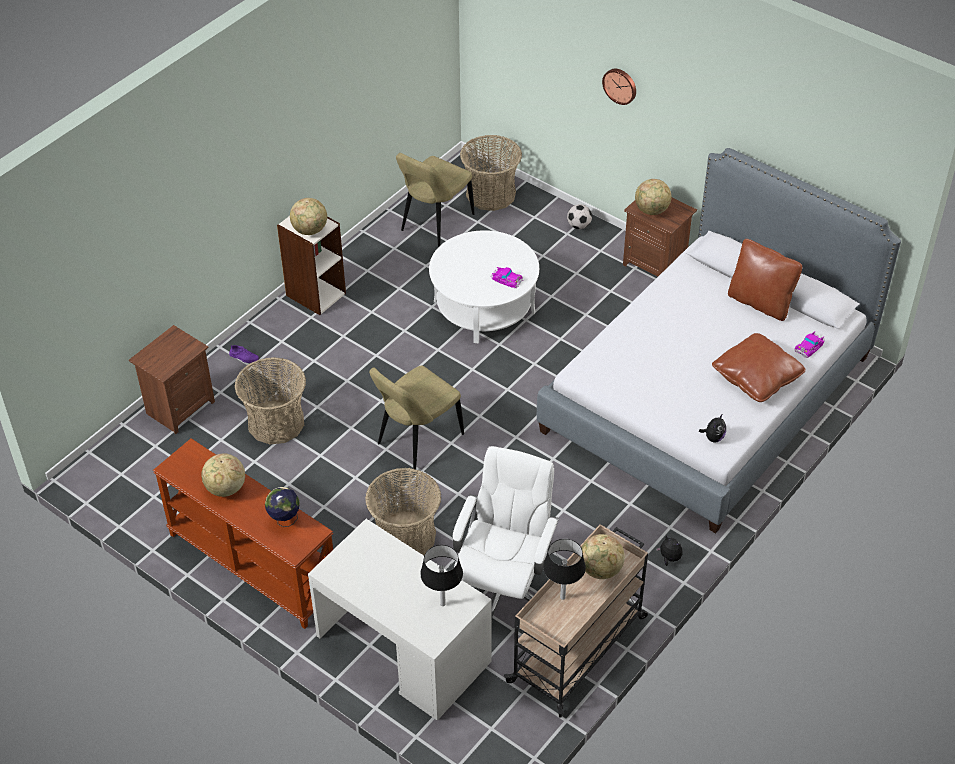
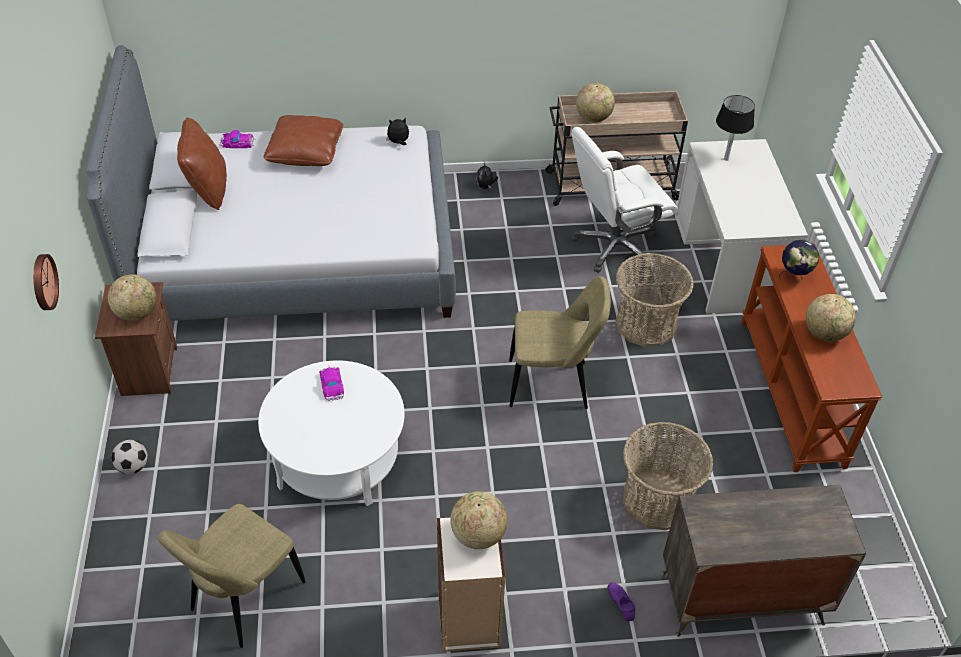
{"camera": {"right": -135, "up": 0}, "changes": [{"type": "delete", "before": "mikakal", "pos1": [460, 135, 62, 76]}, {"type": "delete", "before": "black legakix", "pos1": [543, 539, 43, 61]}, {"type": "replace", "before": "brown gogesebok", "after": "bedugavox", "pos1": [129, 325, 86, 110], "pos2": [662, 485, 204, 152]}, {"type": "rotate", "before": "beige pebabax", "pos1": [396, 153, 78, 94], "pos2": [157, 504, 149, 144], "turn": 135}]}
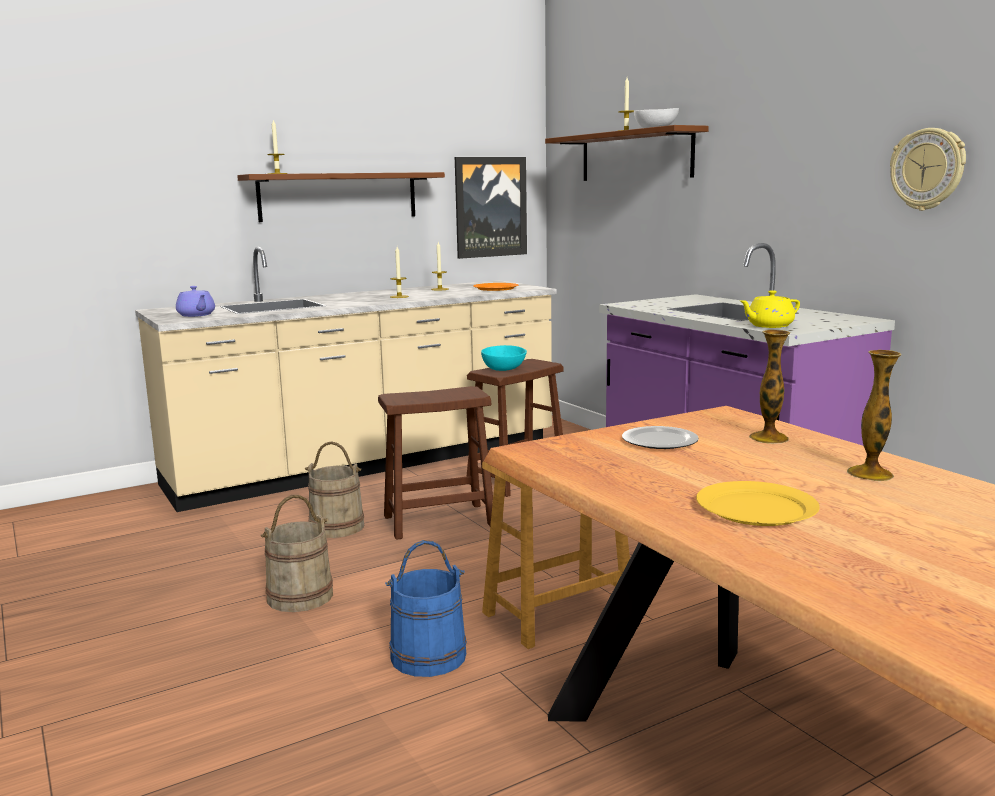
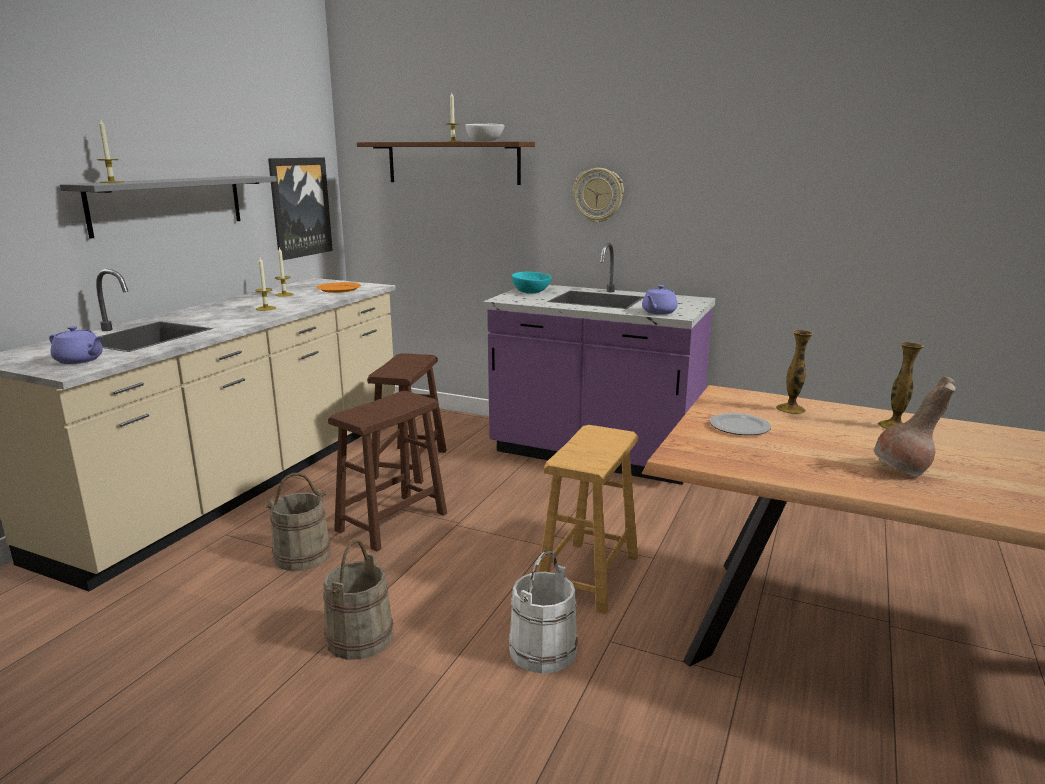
{"camera": {"right": -35, "up": 5}, "changes": [{"type": "move", "before": "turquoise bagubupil", "pos1": [481, 345, 46, 26], "pos2": [512, 272, 40, 21]}, {"type": "move", "before": "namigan", "pos1": [890, 128, 76, 83], "pos2": [573, 168, 51, 55]}, {"type": "replace", "before": "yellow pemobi", "after": "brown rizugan", "pos1": [696, 481, 124, 45], "pos2": [873, 377, 83, 99]}, {"type": "recolor", "before": "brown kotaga", "after": "grey kotaga", "pos1": [237, 172, 208, 50], "pos2": [60, 176, 217, 63]}, {"type": "recolor", "before": "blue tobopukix", "after": "white tobopukix", "pos1": [385, 540, 82, 137], "pos2": [509, 550, 69, 124]}, {"type": "recolor", "before": "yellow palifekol", "after": "purple palifekol", "pos1": [740, 290, 60, 38], "pos2": [642, 285, 36, 30]}]}
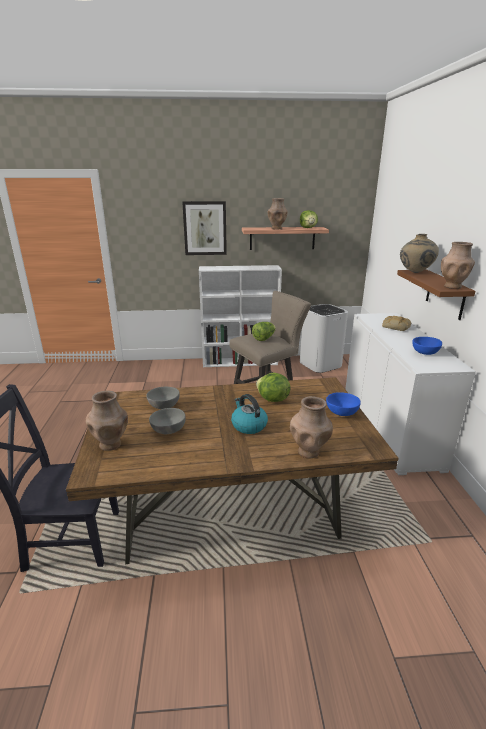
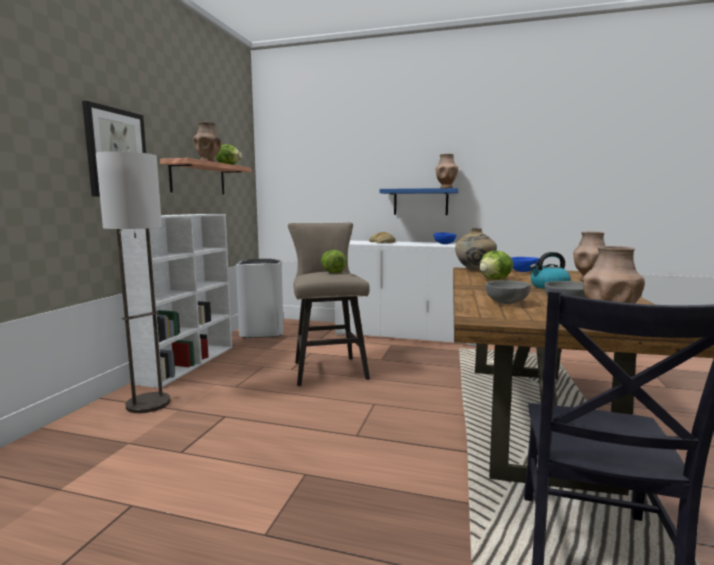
{"camera": {"right": -70, "up": -15}, "changes": [{"type": "insert", "after": "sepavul", "pos2": [96, 151, 74, 262]}, {"type": "move", "before": "beige rizugan", "pos1": [400, 234, 39, 39], "pos2": [455, 228, 42, 43]}, {"type": "recolor", "before": "brown kotaga", "after": "blue kotaga", "pos1": [397, 270, 78, 50], "pos2": [380, 188, 79, 27]}]}
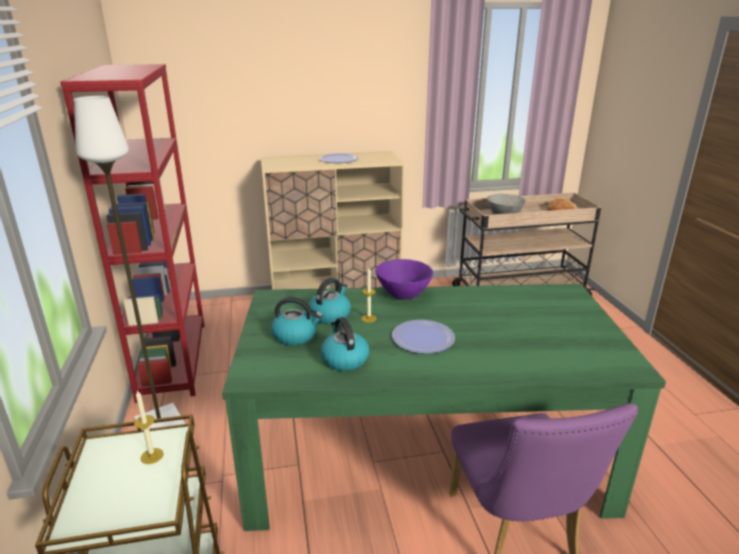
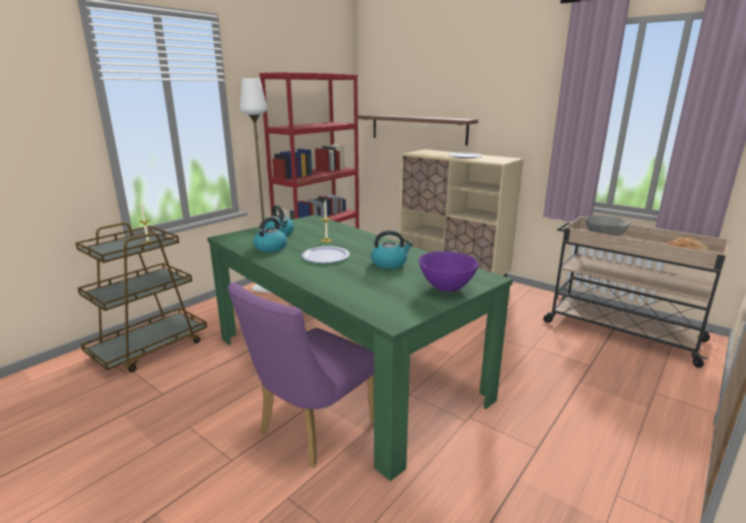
{"camera": {"right": 50, "up": -5}, "changes": [{"type": "insert", "after": "kotaga", "pos2": [358, 114, 120, 32]}, {"type": "move", "before": "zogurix", "pos1": [309, 278, 42, 46], "pos2": [371, 230, 42, 39]}, {"type": "move", "before": "purple bagubupil", "pos1": [376, 259, 57, 41], "pos2": [419, 251, 60, 41]}]}
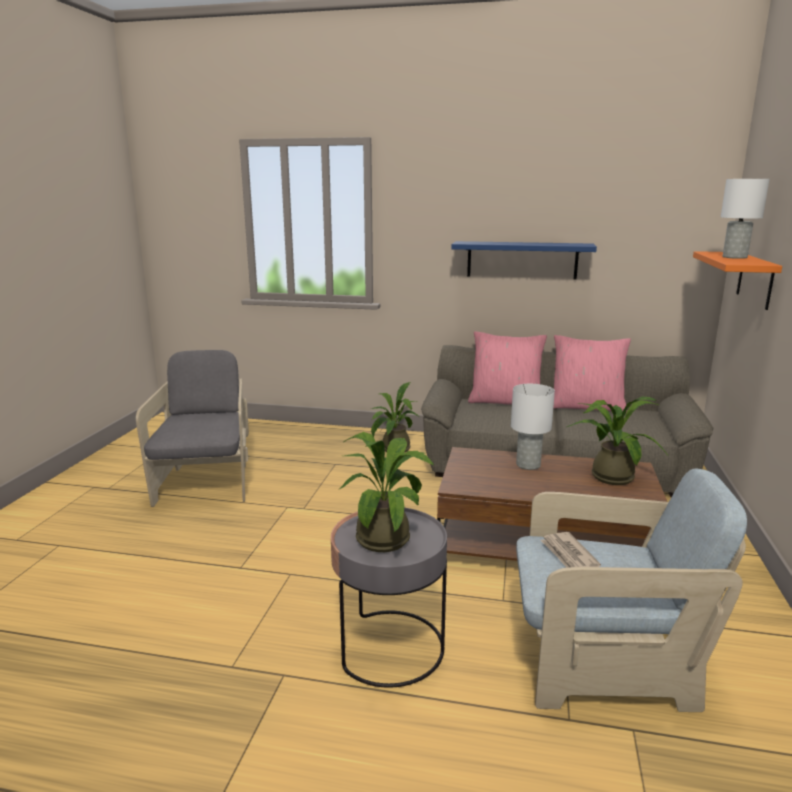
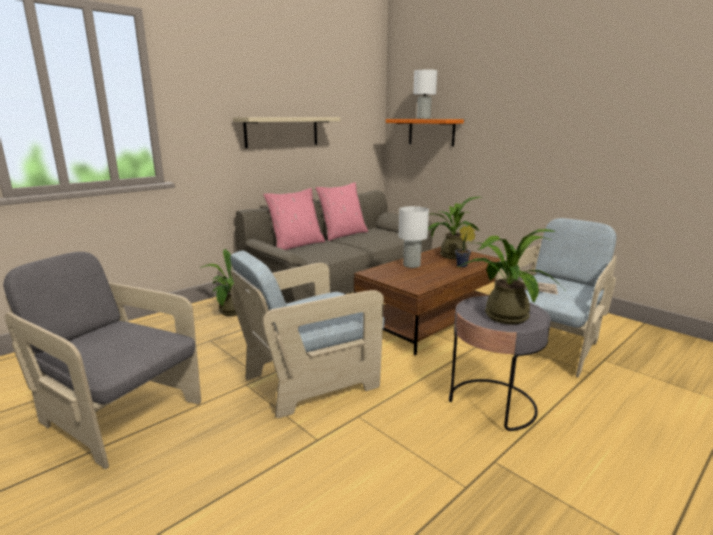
{"camera": {"right": -55, "up": 0}, "changes": [{"type": "insert", "after": "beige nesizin", "pos2": [230, 250, 155, 168]}, {"type": "insert", "after": "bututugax", "pos2": [455, 225, 21, 42]}, {"type": "recolor", "before": "blue kotaga", "after": "beige kotaga", "pos1": [451, 241, 146, 38], "pos2": [233, 117, 107, 31]}]}
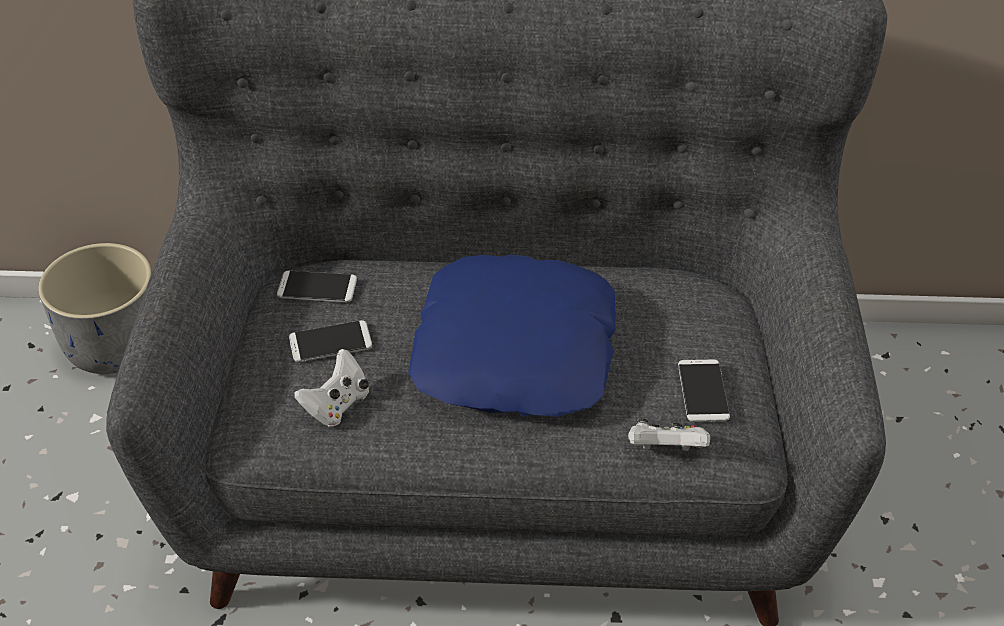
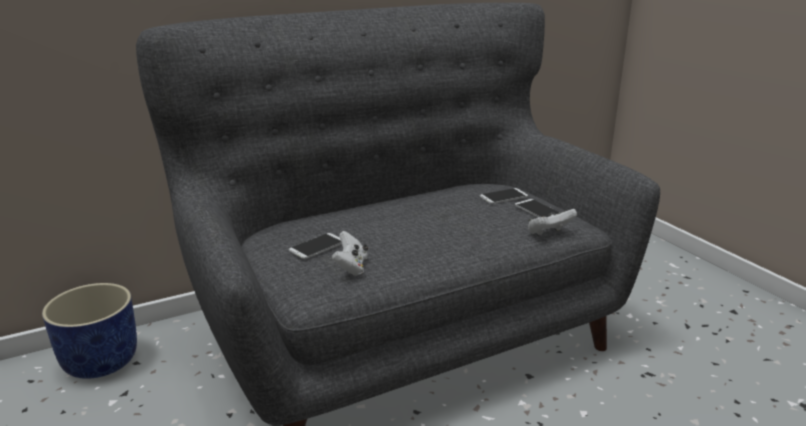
{"camera": {"right": -30, "up": -20}, "changes": [{"type": "delete", "before": "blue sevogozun", "pos1": [408, 254, 208, 163]}, {"type": "move", "before": "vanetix", "pos1": [277, 271, 80, 31], "pos2": [480, 188, 48, 16]}, {"type": "recolor", "before": "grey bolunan", "after": "blue bolunan", "pos1": [38, 243, 114, 131], "pos2": [42, 283, 95, 96]}]}
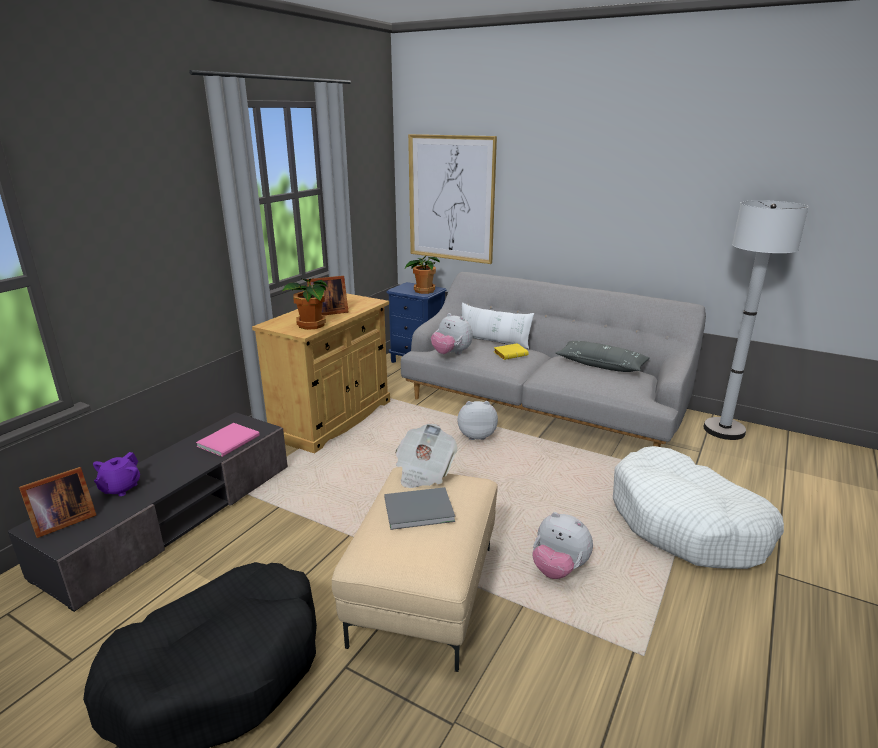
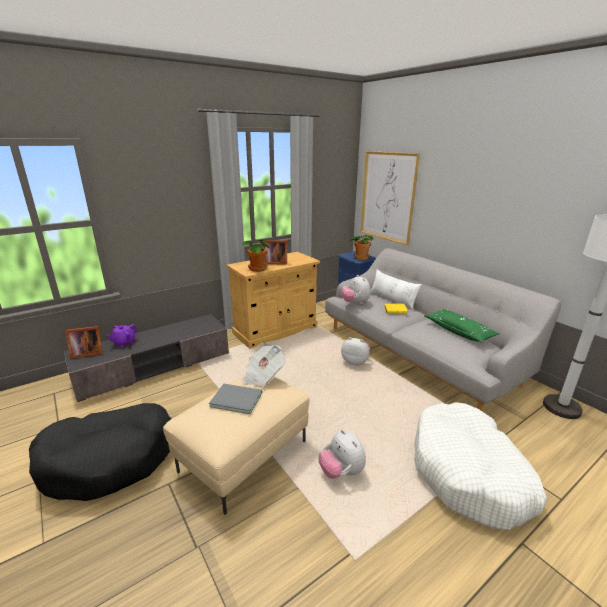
{"camera": {"right": 25, "up": 0}, "changes": [{"type": "delete", "before": "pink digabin", "pos1": [196, 423, 64, 34]}, {"type": "recolor", "before": "grey sevogozun", "after": "green sevogozun", "pos1": [555, 341, 95, 31], "pos2": [424, 309, 76, 33]}]}
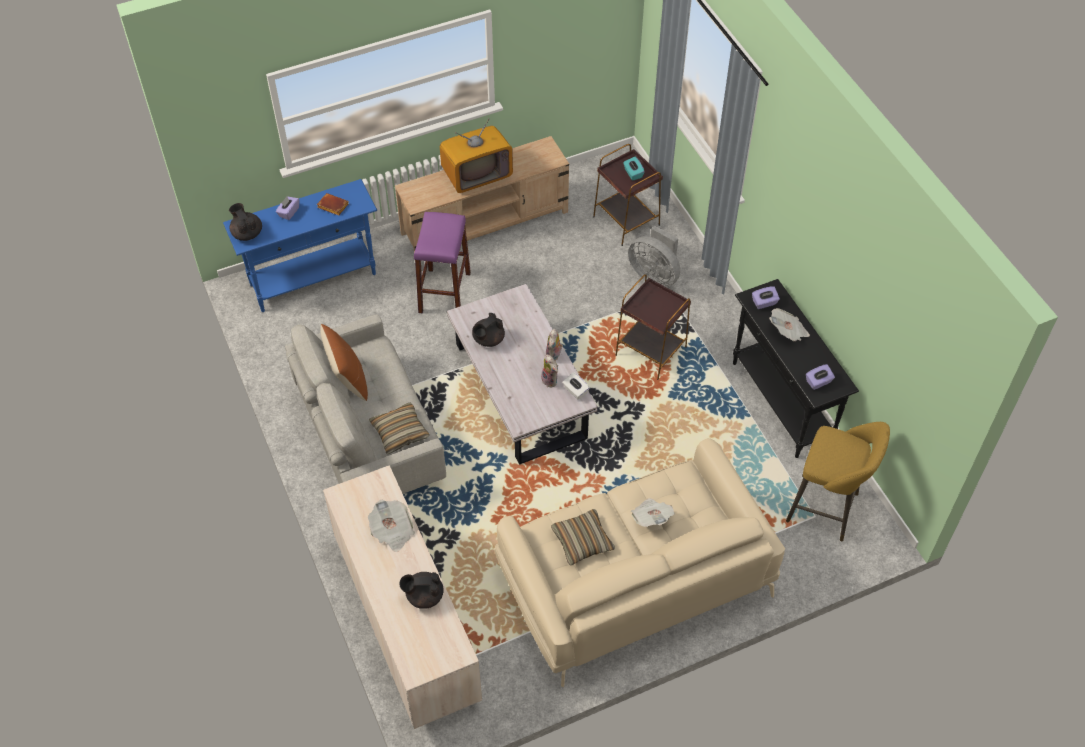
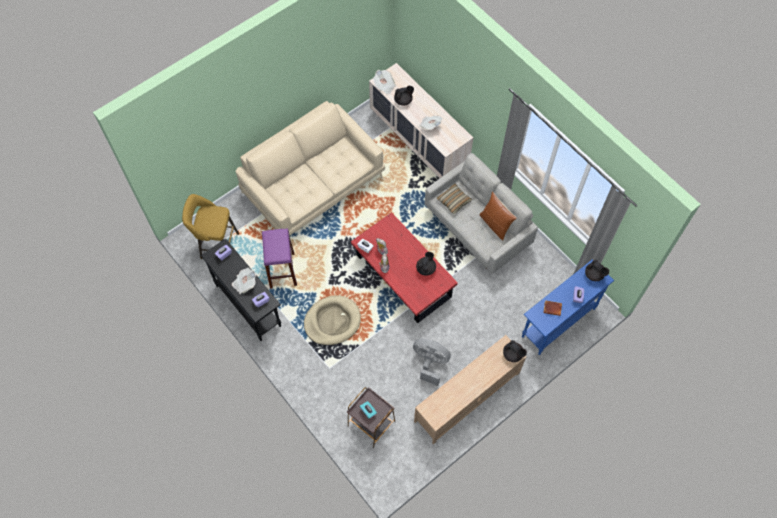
{"camera": {"right": 165, "up": 10}, "changes": [{"type": "delete", "before": "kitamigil", "pos1": [440, 118, 73, 75]}, {"type": "delete", "before": "sevogozun", "pos1": [551, 509, 64, 57]}, {"type": "insert", "after": "black palifekol", "pos2": [503, 340, 24, 22]}, {"type": "move", "before": "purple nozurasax", "pos1": [414, 212, 57, 101], "pos2": [262, 228, 35, 61]}, {"type": "move", "before": "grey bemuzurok", "pos1": [628, 225, 52, 62], "pos2": [413, 339, 38, 47]}, {"type": "move", "before": "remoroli", "pos1": [630, 498, 45, 29], "pos2": [373, 70, 23, 25]}, {"type": "replace", "before": "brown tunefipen", "after": "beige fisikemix", "pos1": [615, 274, 76, 106], "pos2": [304, 295, 57, 51]}, {"type": "recolor", "before": "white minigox", "after": "red minigox", "pos1": [447, 284, 151, 181], "pos2": [351, 212, 107, 111]}]}
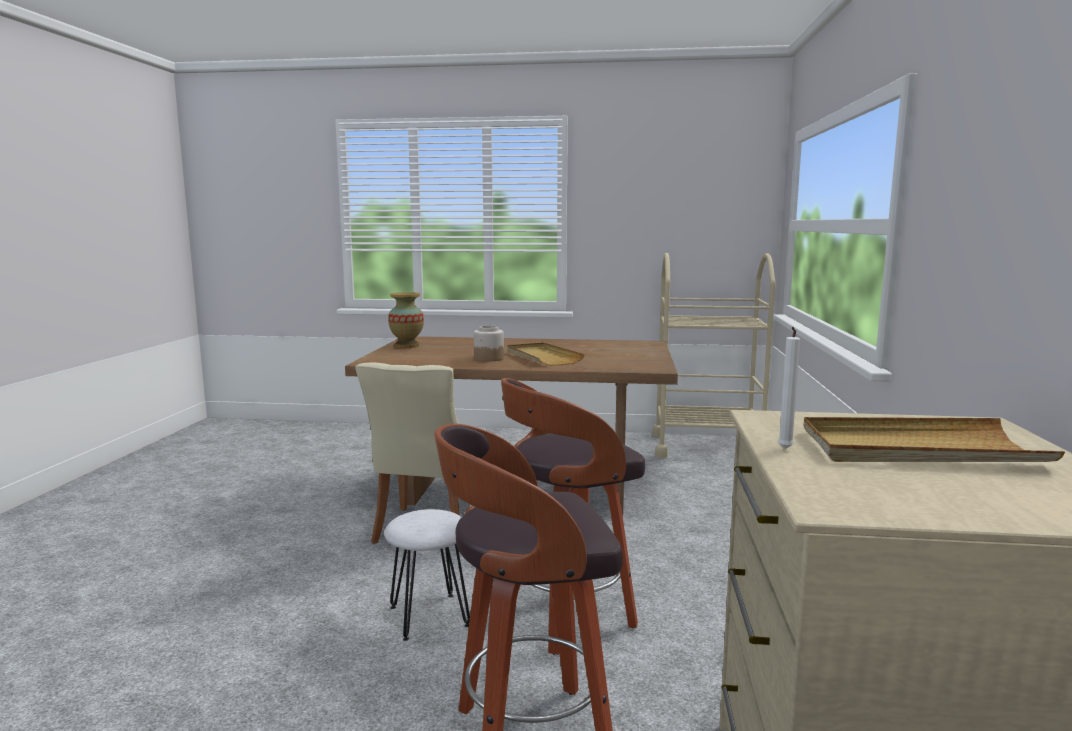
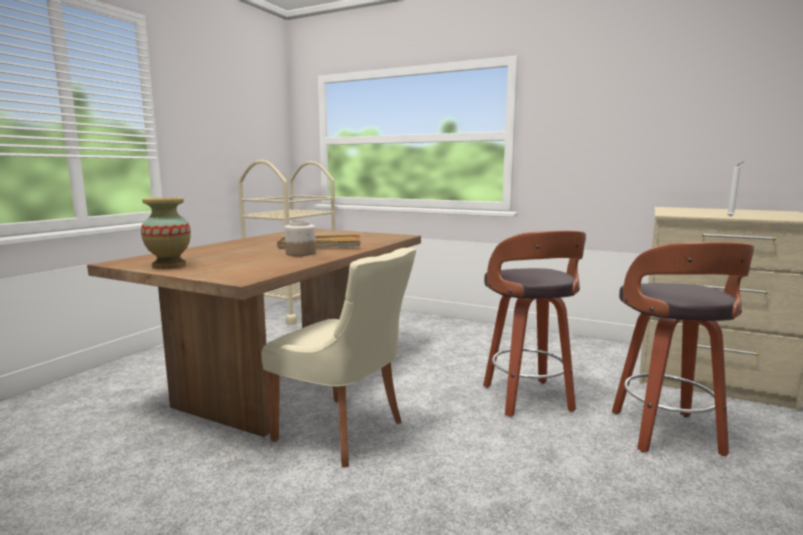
{"camera": {"right": -70, "up": 0}, "changes": [{"type": "delete", "before": "white nozurasax", "pos1": [384, 509, 86, 132]}, {"type": "delete", "before": "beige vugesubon", "pos1": [803, 417, 262, 45]}]}
